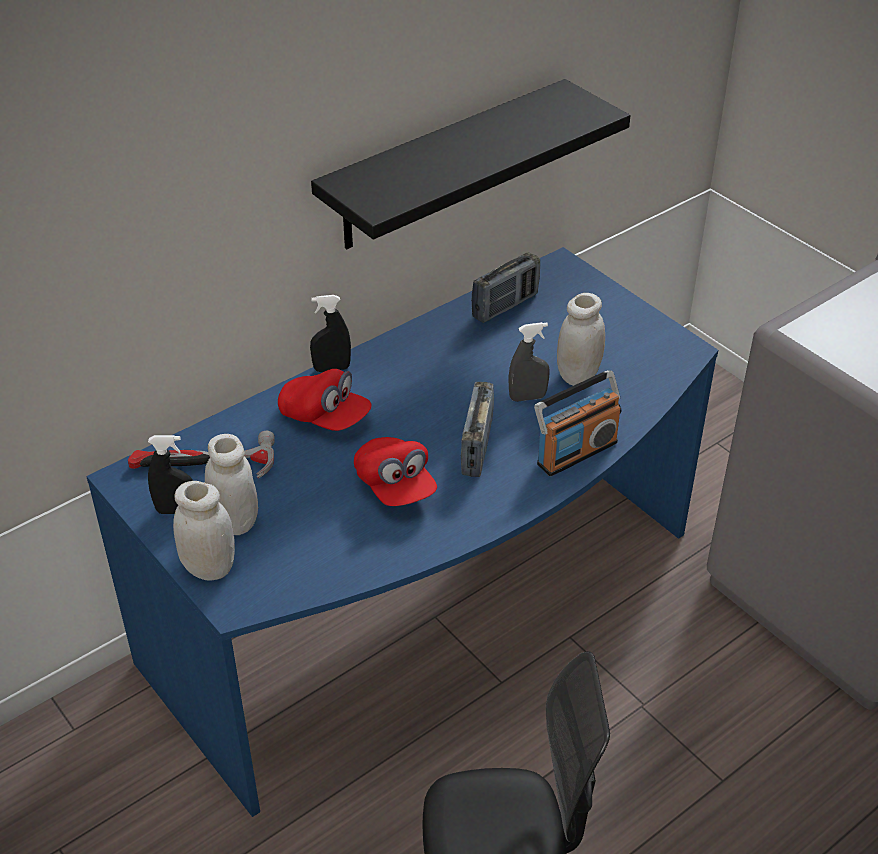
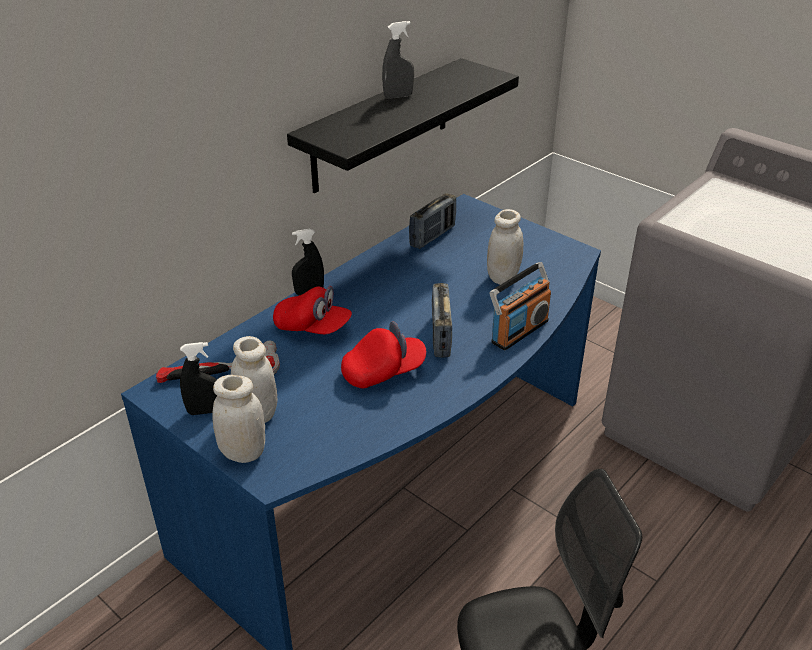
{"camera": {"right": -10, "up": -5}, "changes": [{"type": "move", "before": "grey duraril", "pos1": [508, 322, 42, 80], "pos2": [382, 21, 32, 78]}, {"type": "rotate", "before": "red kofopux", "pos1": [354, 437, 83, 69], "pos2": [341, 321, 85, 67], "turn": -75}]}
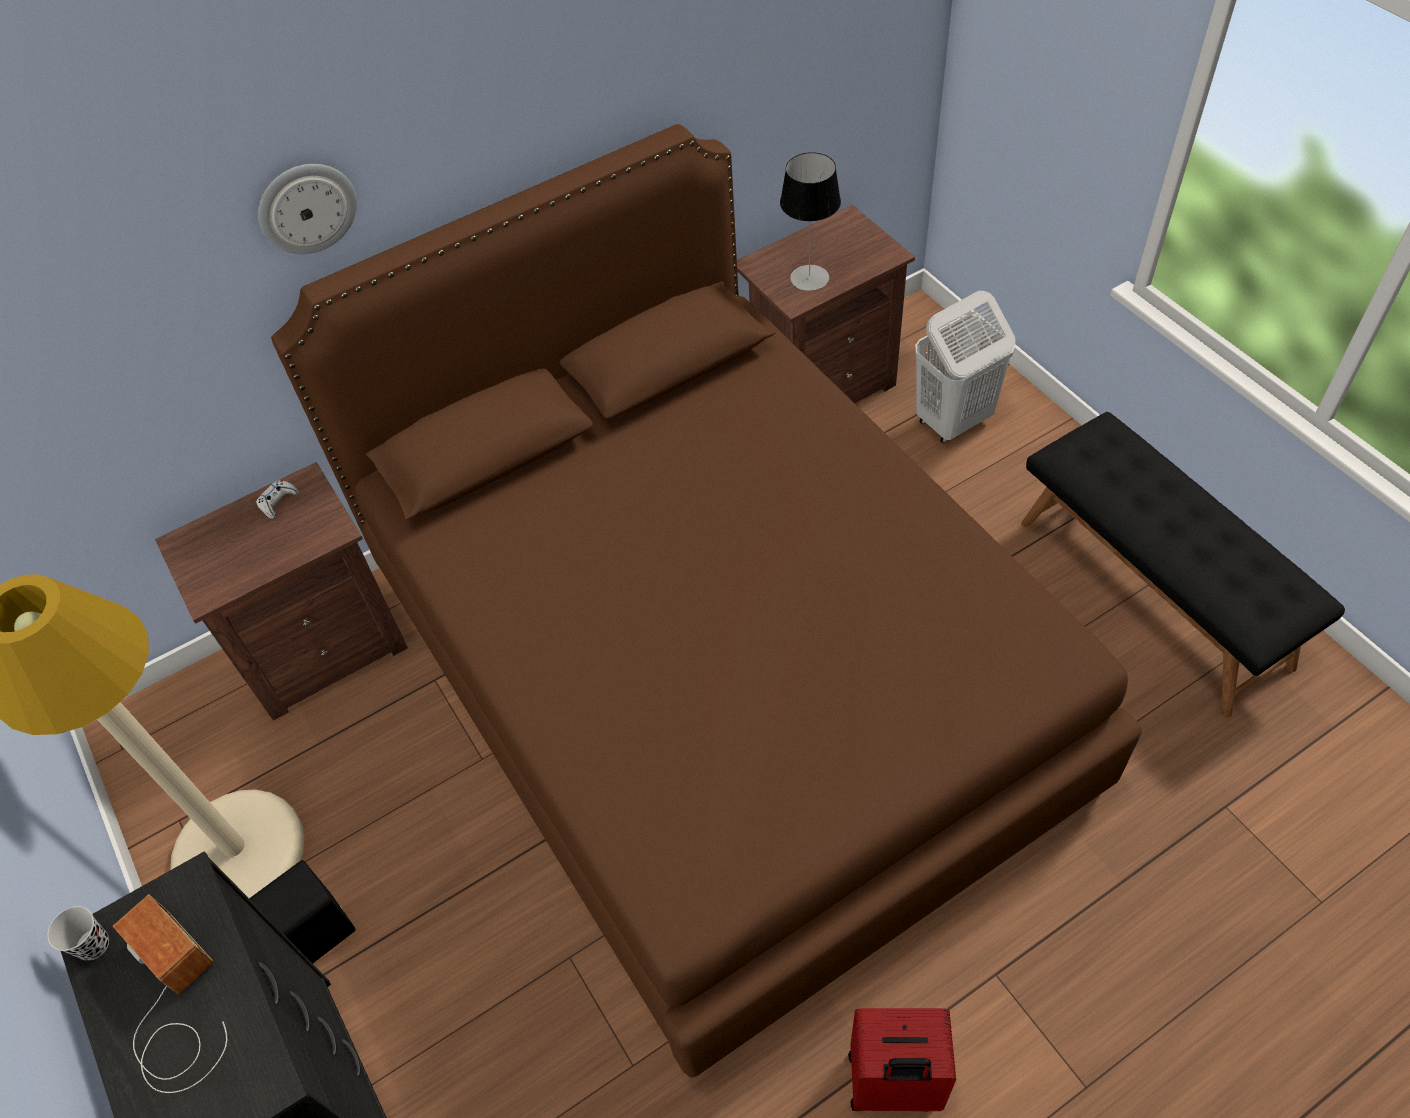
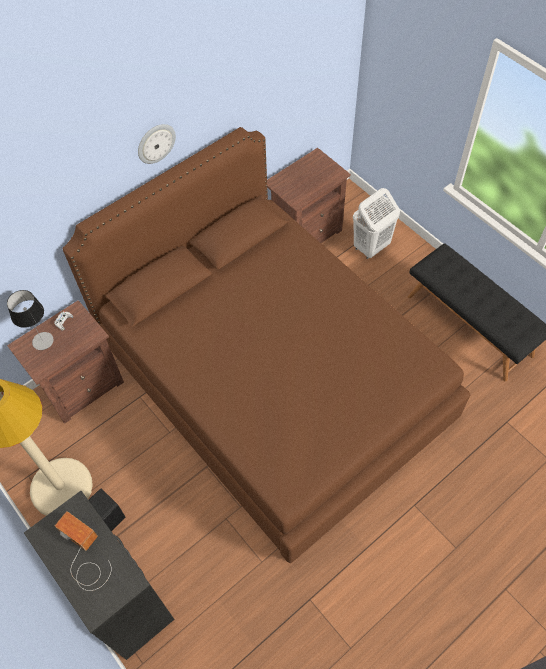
{"camera": {"right": -10, "up": 5}, "changes": [{"type": "delete", "before": "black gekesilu", "pos1": [47, 906, 62, 54]}, {"type": "delete", "before": "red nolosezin", "pos1": [848, 1008, 108, 104]}, {"type": "move", "before": "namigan", "pos1": [258, 164, 99, 90], "pos2": [138, 124, 38, 40]}, {"type": "move", "before": "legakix", "pos1": [780, 152, 61, 139], "pos2": [7, 290, 47, 60]}]}
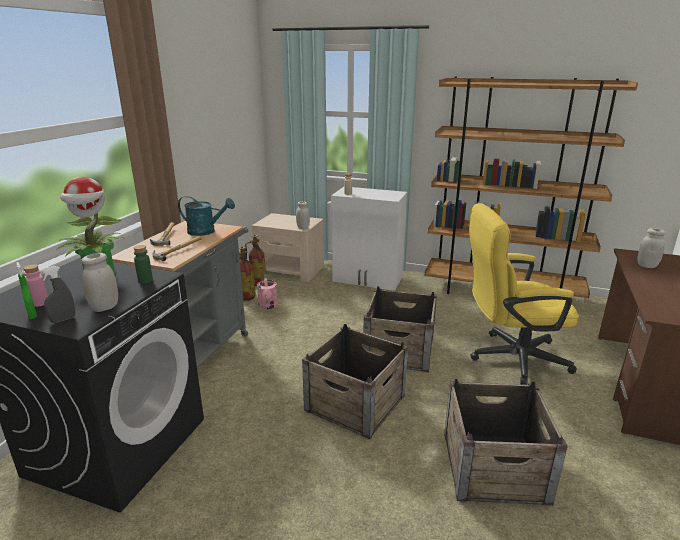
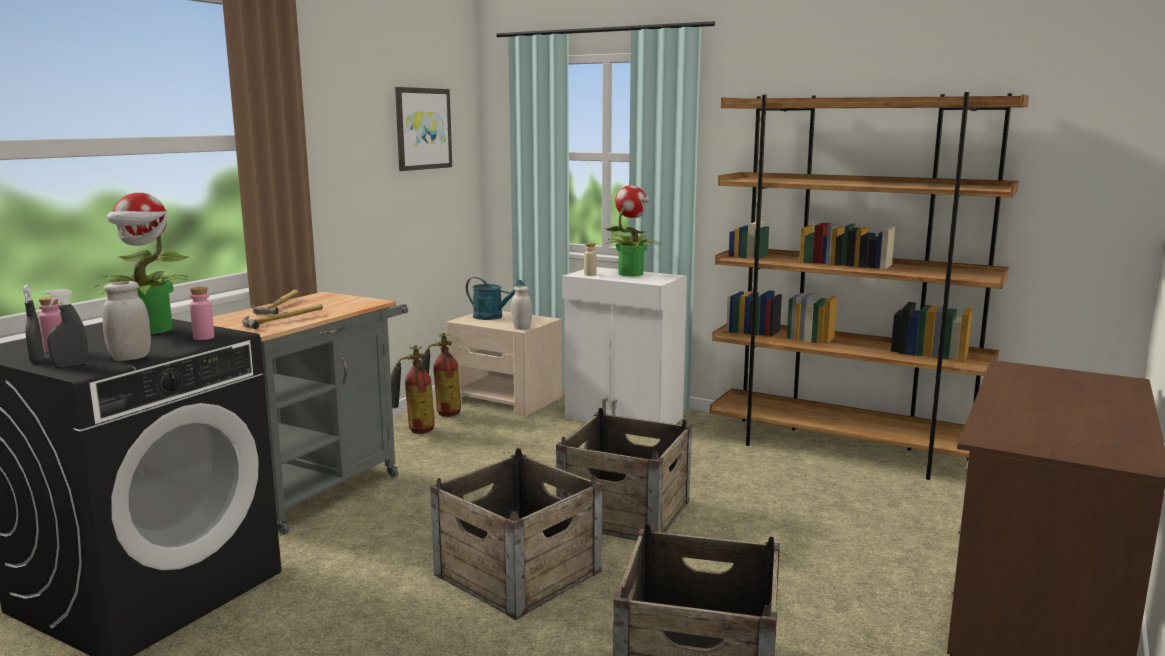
{"camera": {"right": 10, "up": -10}, "changes": [{"type": "delete", "before": "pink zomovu", "pos1": [257, 274, 21, 35]}, {"type": "delete", "before": "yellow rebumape", "pos1": [469, 203, 110, 182]}, {"type": "delete", "before": "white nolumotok", "pos1": [637, 228, 29, 40]}, {"type": "insert", "after": "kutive", "pos2": [395, 87, 57, 84]}, {"type": "insert", "after": "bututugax", "pos2": [604, 185, 56, 91]}, {"type": "move", "before": "turquoise zomovu", "pos1": [178, 196, 57, 40], "pos2": [466, 277, 59, 43]}, {"type": "recolor", "before": "green duraril", "after": "grey duraril", "pos1": [16, 262, 21, 57], "pos2": [22, 285, 22, 78]}, {"type": "recolor", "before": "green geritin", "after": "pink geritin", "pos1": [134, 245, 19, 38], "pos2": [190, 287, 24, 53]}]}
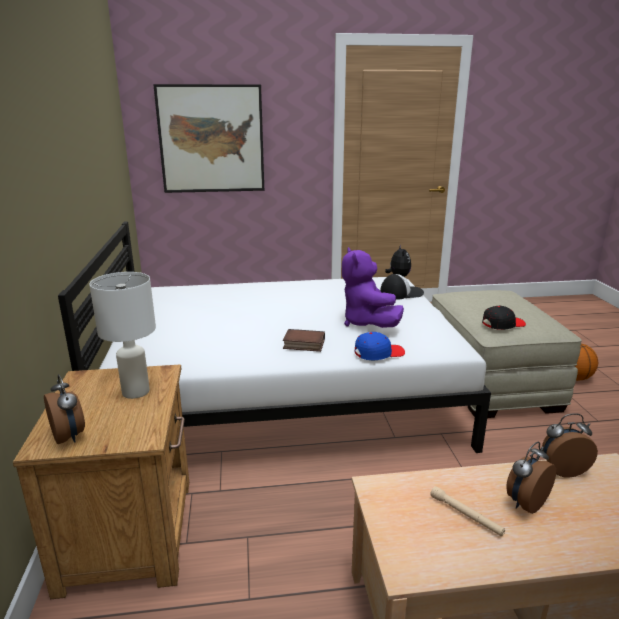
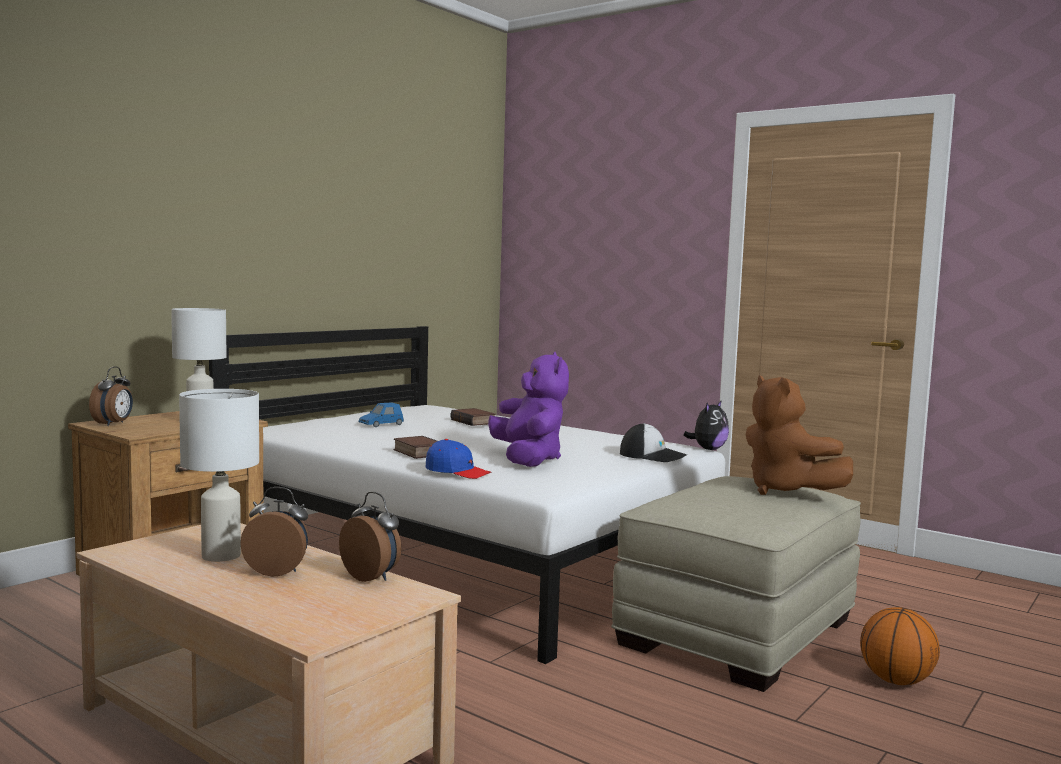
{"camera": {"right": 45, "up": -15}, "changes": [{"type": "delete", "before": "kutive", "pos1": [153, 84, 111, 109]}, {"type": "delete", "before": "black kofopux", "pos1": [482, 306, 44, 24]}, {"type": "insert", "after": "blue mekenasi", "pos2": [358, 402, 46, 25]}, {"type": "insert", "after": "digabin", "pos2": [451, 408, 45, 18]}, {"type": "insert", "after": "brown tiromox", "pos2": [746, 376, 107, 119]}, {"type": "replace", "before": "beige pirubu", "after": "white legakix", "pos1": [430, 486, 75, 50], "pos2": [179, 389, 80, 173]}, {"type": "rotate", "before": "purple tiromox", "pos1": [342, 247, 62, 81], "pos2": [488, 352, 81, 115], "turn": 135}]}
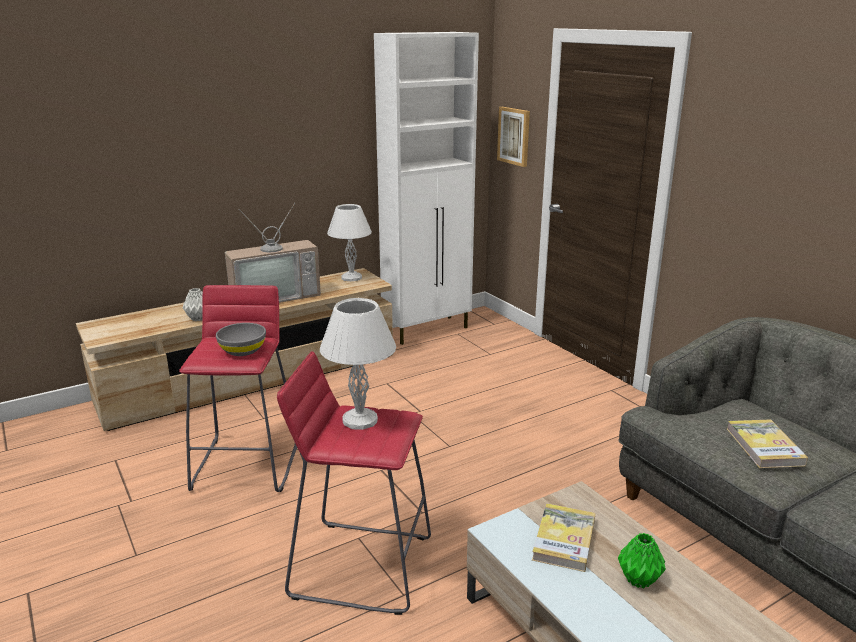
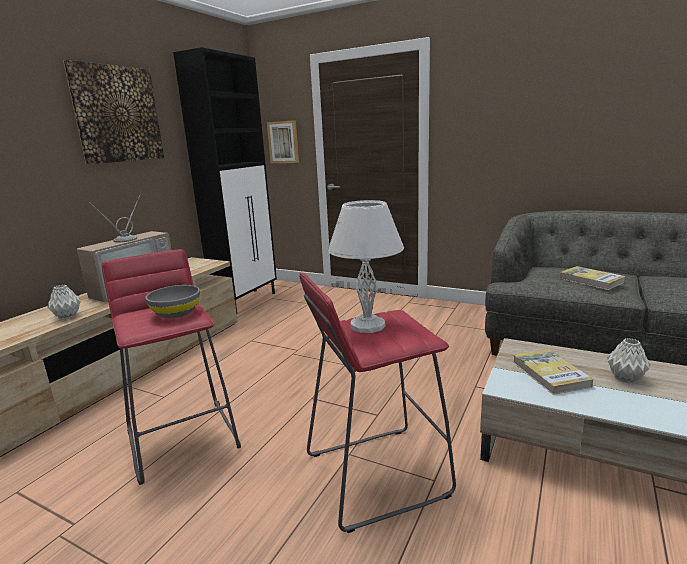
{"camera": {"right": -30, "up": -5}, "changes": [{"type": "delete", "before": "white legakix", "pos1": [327, 204, 45, 77]}, {"type": "insert", "after": "kutive", "pos2": [63, 60, 101, 104]}, {"type": "recolor", "before": "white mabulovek", "after": "black mabulovek", "pos1": [374, 32, 105, 313], "pos2": [173, 47, 104, 266]}, {"type": "recolor", "before": "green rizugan", "after": "grey rizugan", "pos1": [618, 533, 48, 55], "pos2": [607, 338, 43, 45]}]}
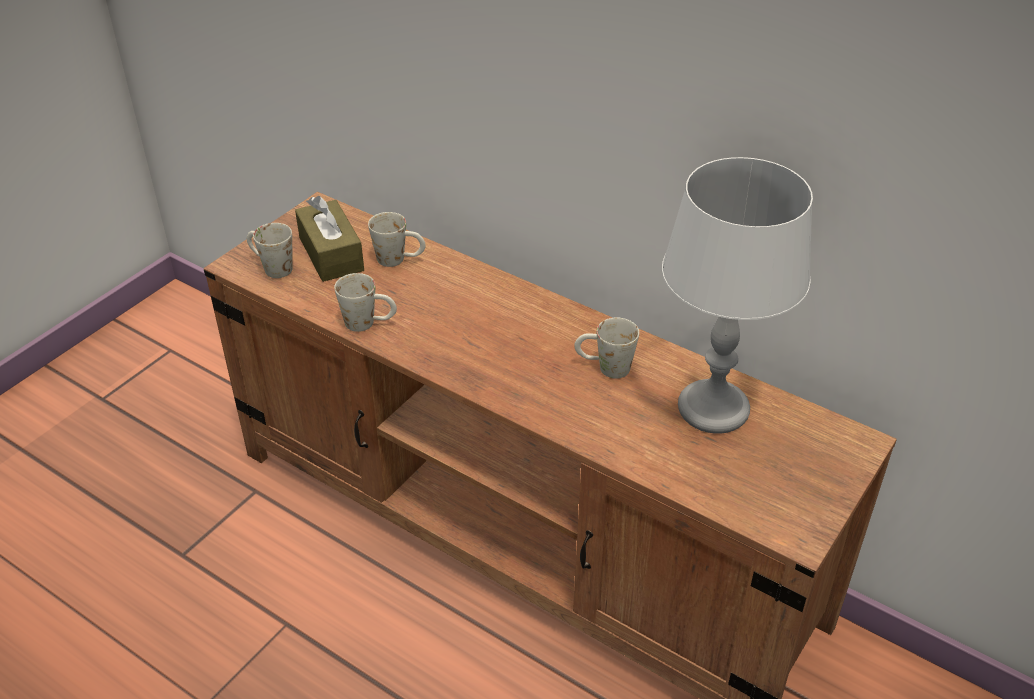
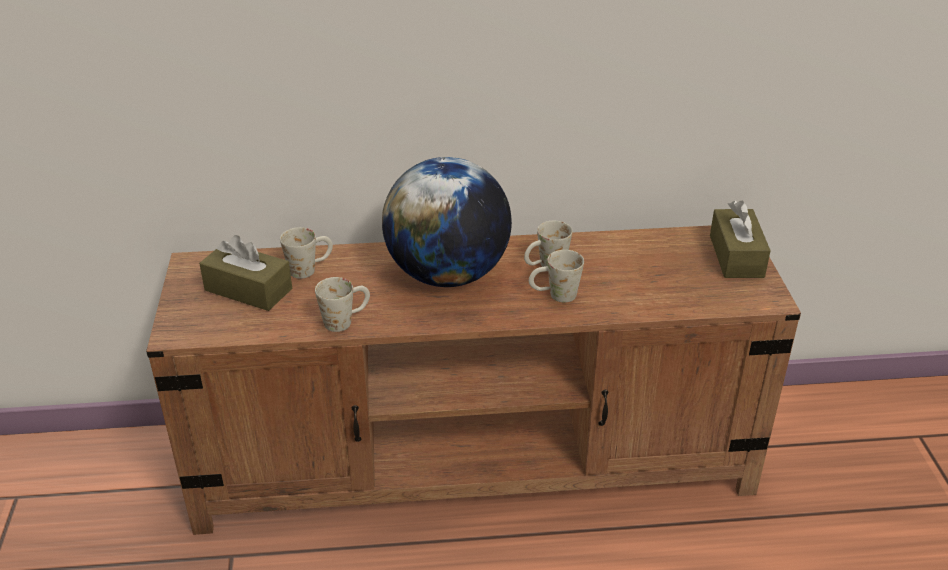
{"camera": {"right": -40, "up": -5}, "changes": [{"type": "delete", "before": "grey legakix", "pos1": [662, 157, 151, 277]}, {"type": "insert", "after": "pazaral", "pos2": [382, 157, 130, 130]}, {"type": "insert", "after": "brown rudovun", "pos2": [710, 201, 61, 77]}, {"type": "move", "before": "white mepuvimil", "pos1": [247, 223, 46, 55], "pos2": [529, 250, 55, 52]}]}
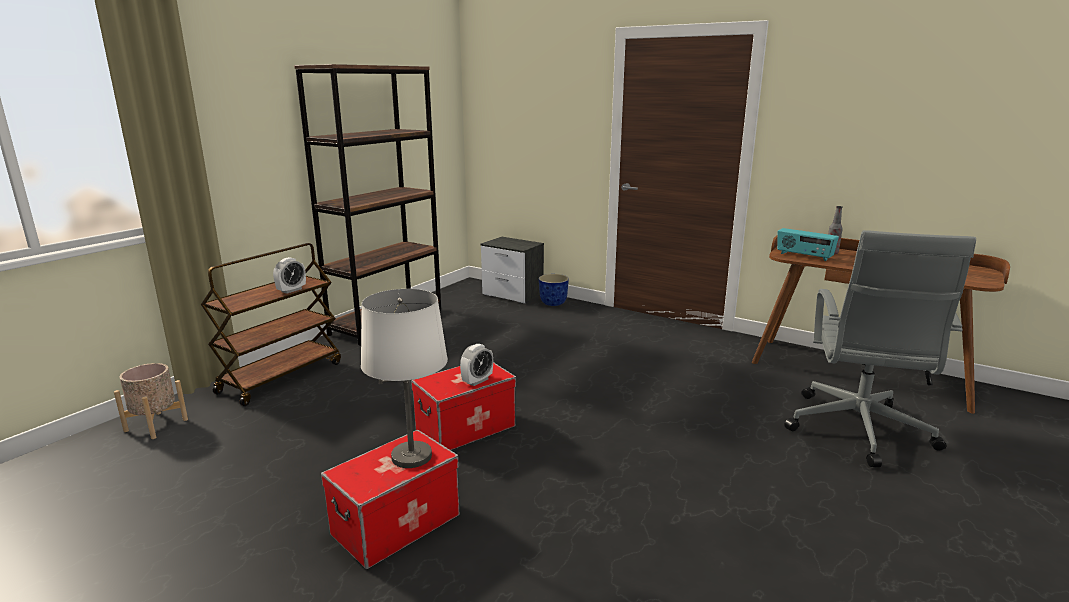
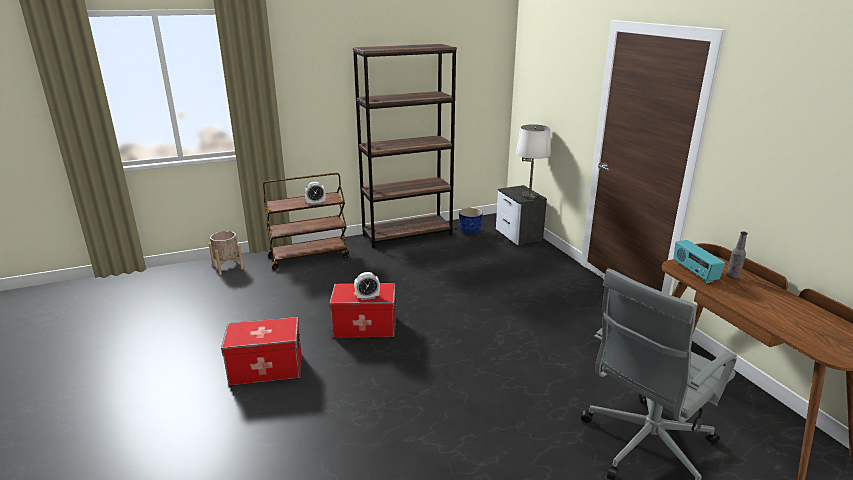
{"camera": {"right": 35, "up": 5}, "changes": [{"type": "move", "before": "white legakix", "pos1": [361, 289, 87, 179], "pos2": [516, 124, 35, 75]}, {"type": "move", "before": "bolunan", "pos1": [539, 274, 30, 32], "pos2": [459, 208, 24, 26]}]}
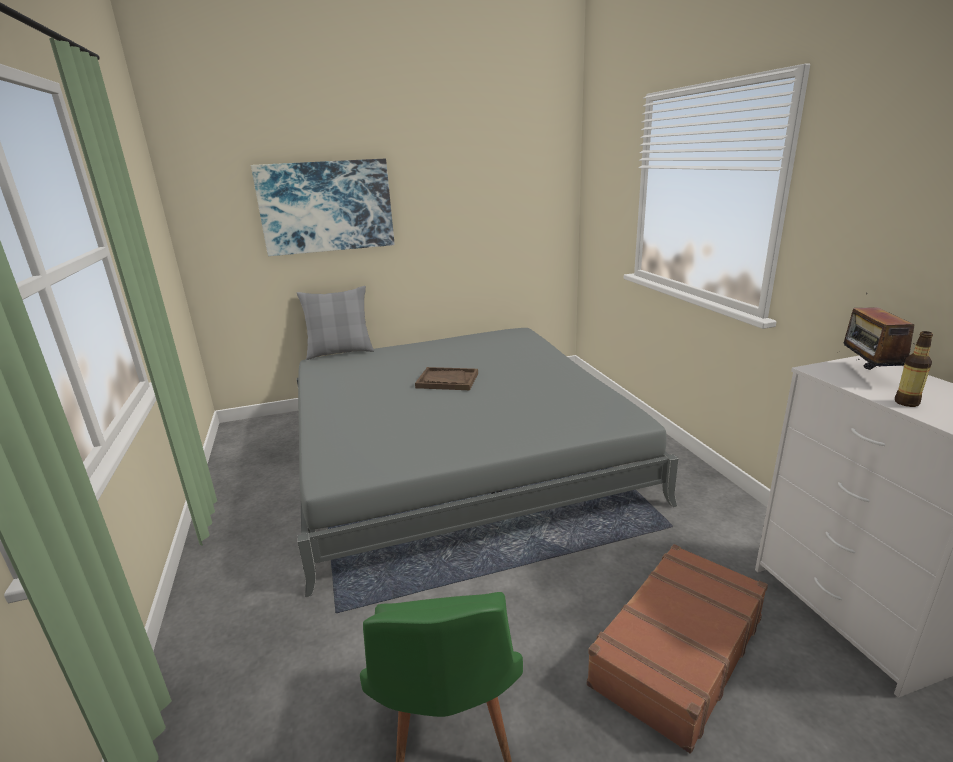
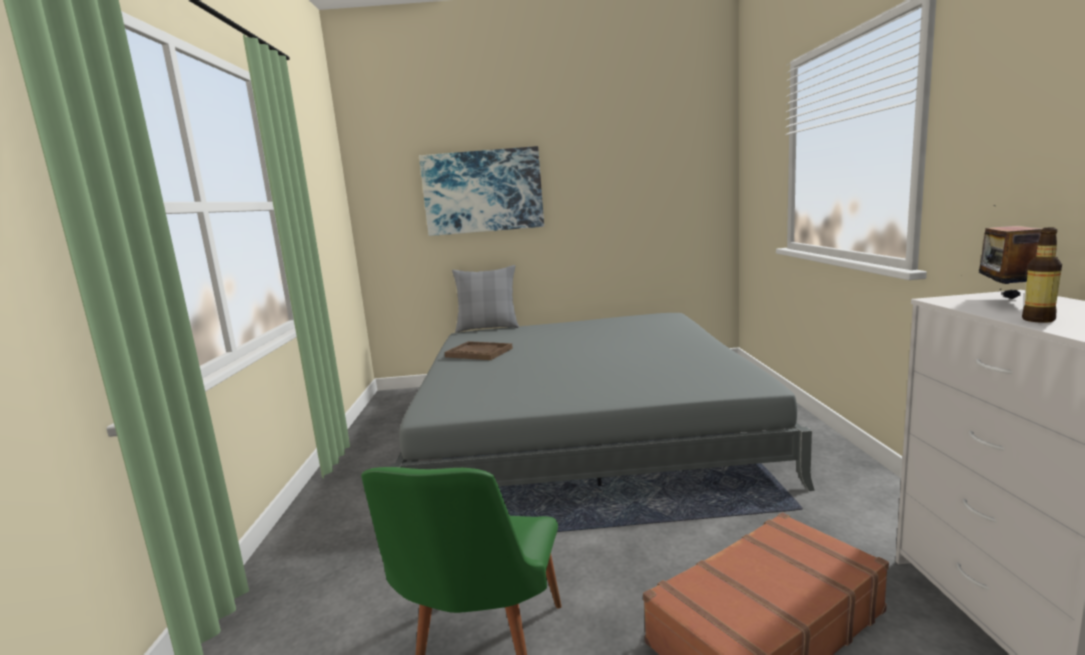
{"camera": {"right": 15, "up": -10}, "changes": [{"type": "move", "before": "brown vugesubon", "pos1": [415, 367, 63, 23], "pos2": [444, 341, 69, 19]}]}
